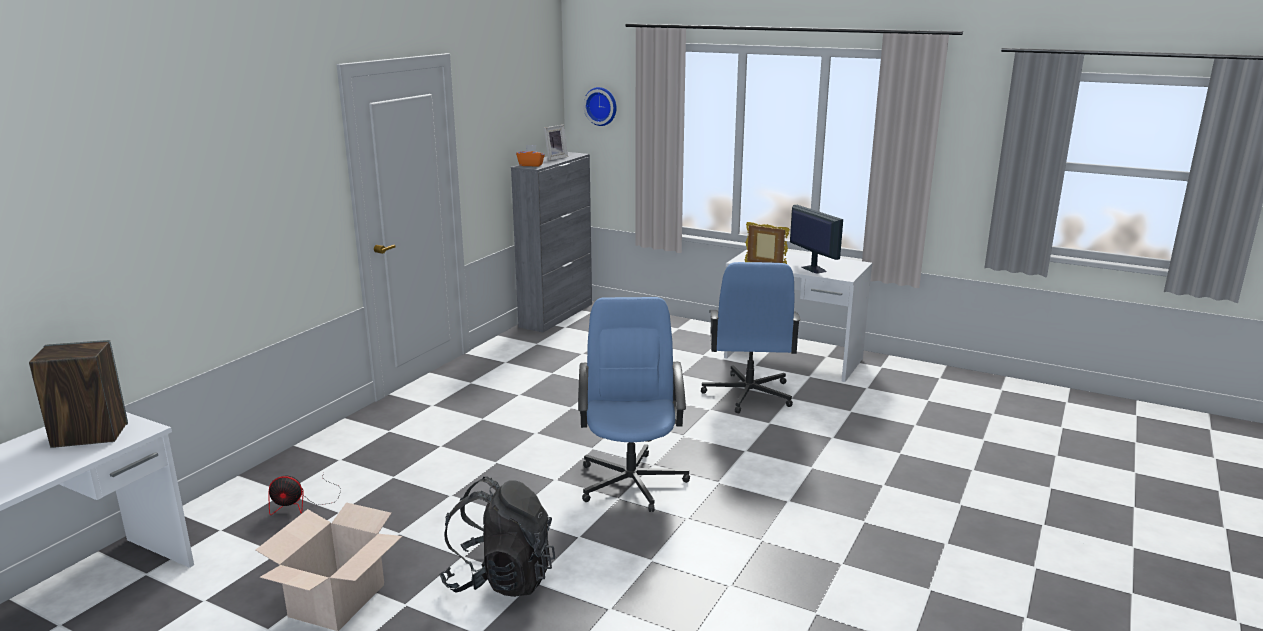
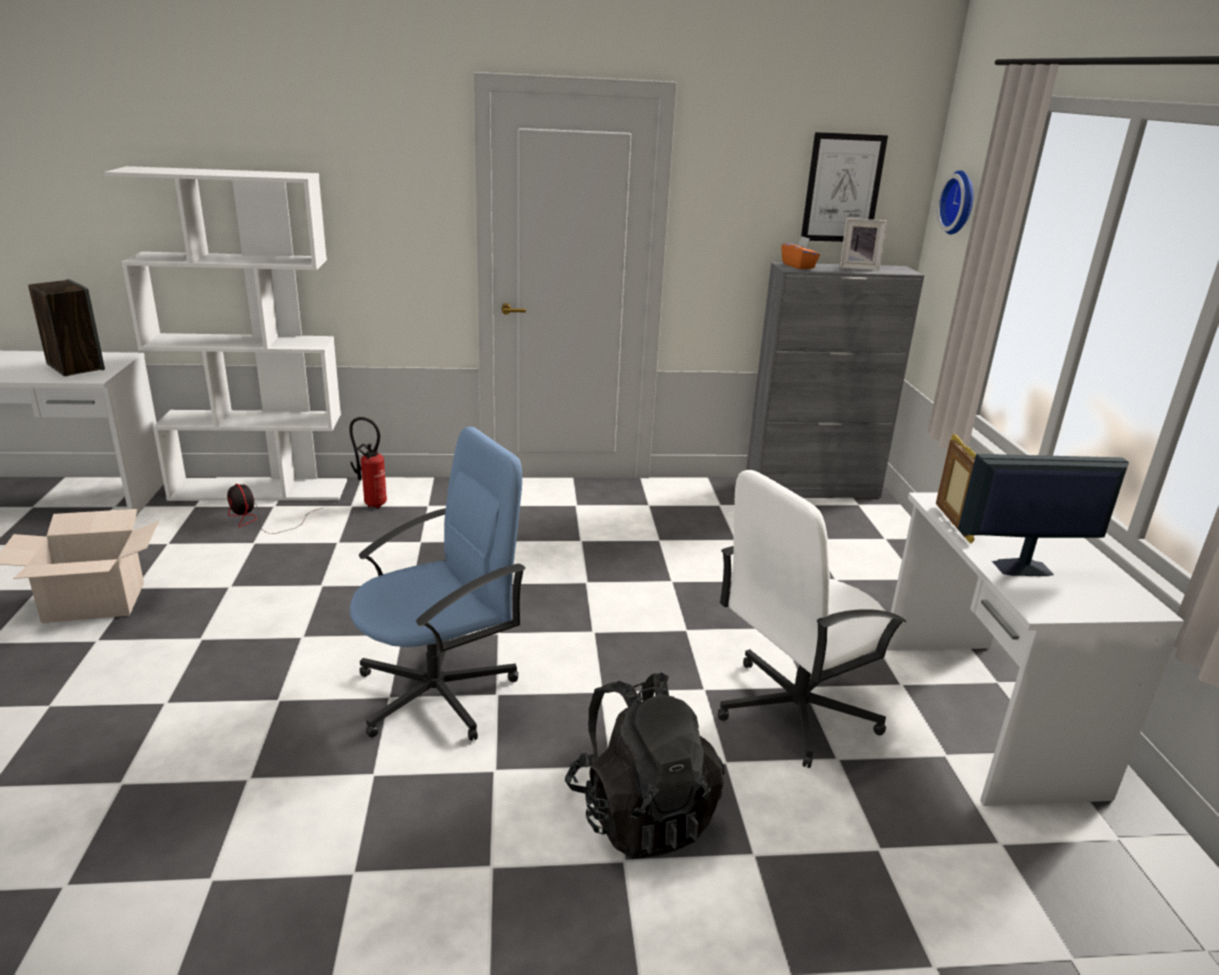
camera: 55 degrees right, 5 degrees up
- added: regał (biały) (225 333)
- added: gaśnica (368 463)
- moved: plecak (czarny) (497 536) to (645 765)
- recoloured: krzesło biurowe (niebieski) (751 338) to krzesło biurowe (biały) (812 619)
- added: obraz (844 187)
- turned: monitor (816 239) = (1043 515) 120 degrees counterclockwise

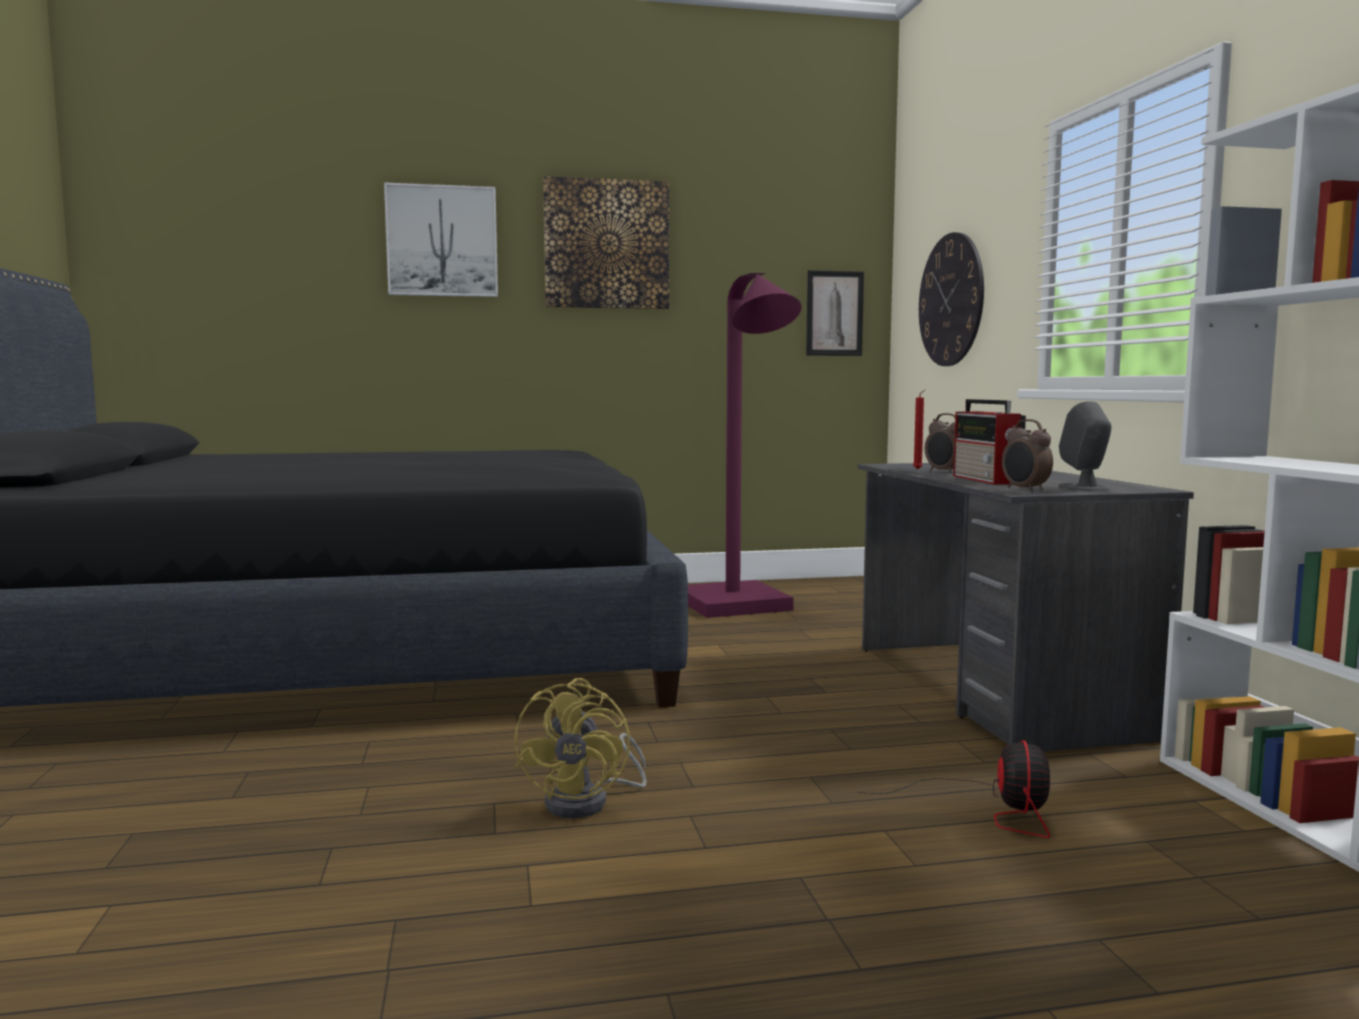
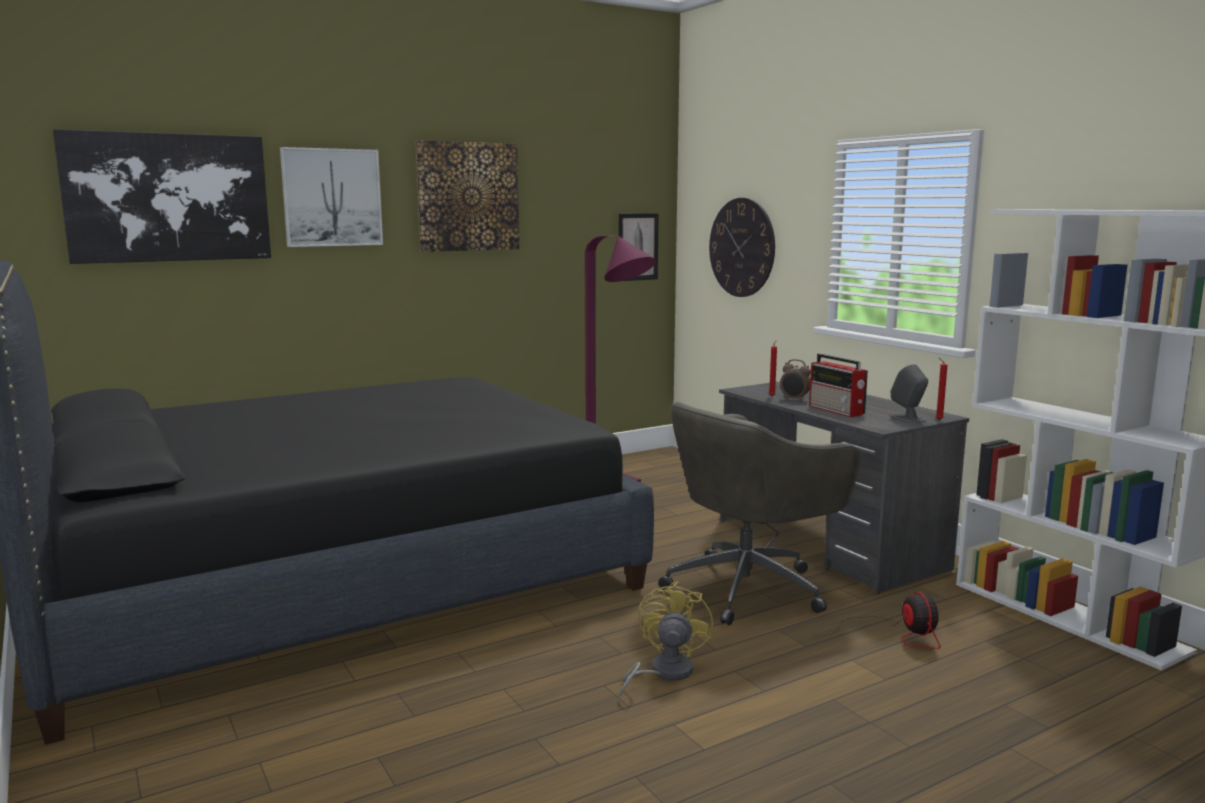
camera: 20 degrees left, 5 degrees up
- added: obraz (162 196)
- turned: wentylator (żółty) (581 748) = (666 639) 150 degrees counterclockwise
- added: krzesło biurowe (szary) (759 513)
- added: świeca (czerwony) (941 388)
- removed: budzik (1027 455)

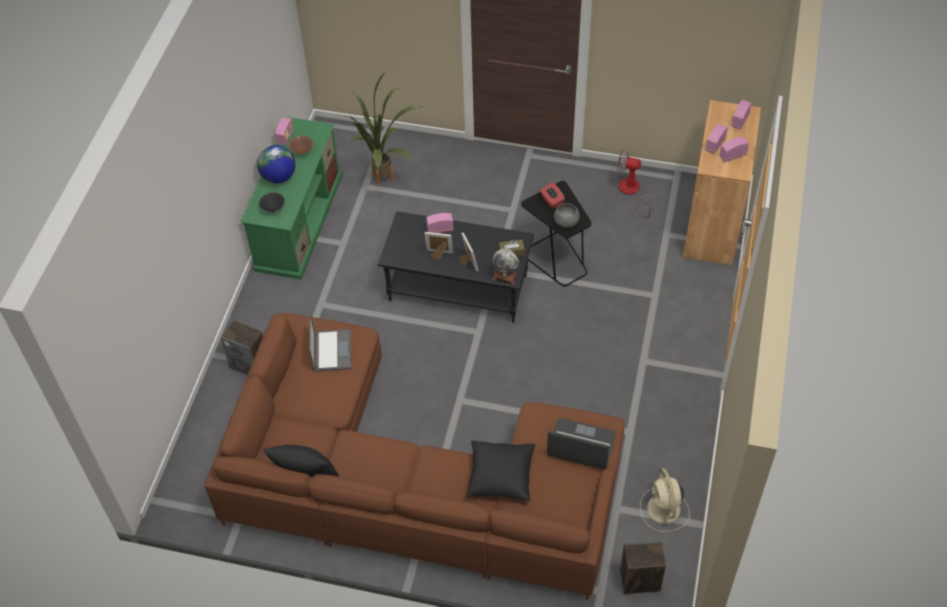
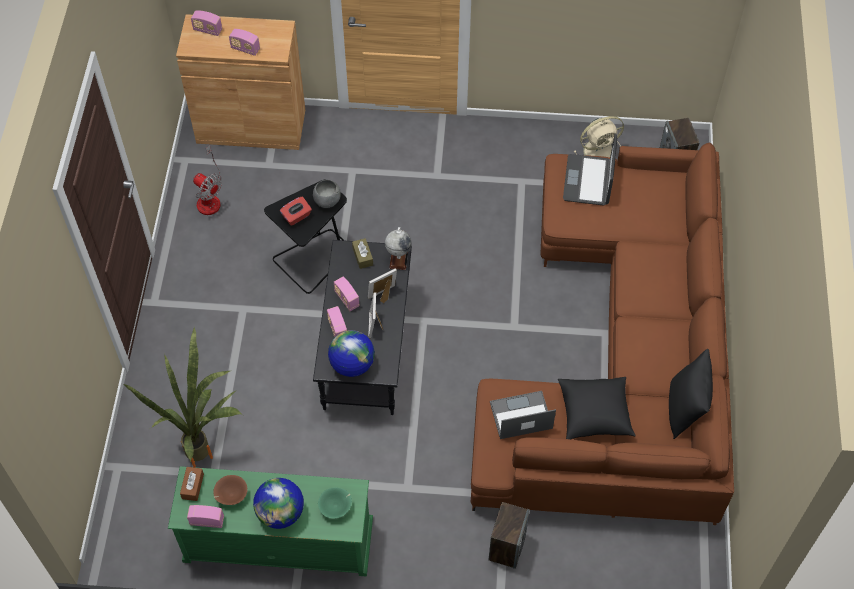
camera: 100 degrees left, 5 degrees up
- added: pudełko chusteczek (brązowy) (192 484)
- turned: wentylator (636 183) = (207 180) 60 degrees counterclockwise
- recoloured: miska (czarny) (272 202) to miska (zielony) (335 503)
- added: globus (351 353)
- moved: radio (734 149) to (346 294)
- moved: poduszka (czarny) (500 470) to (596 408)

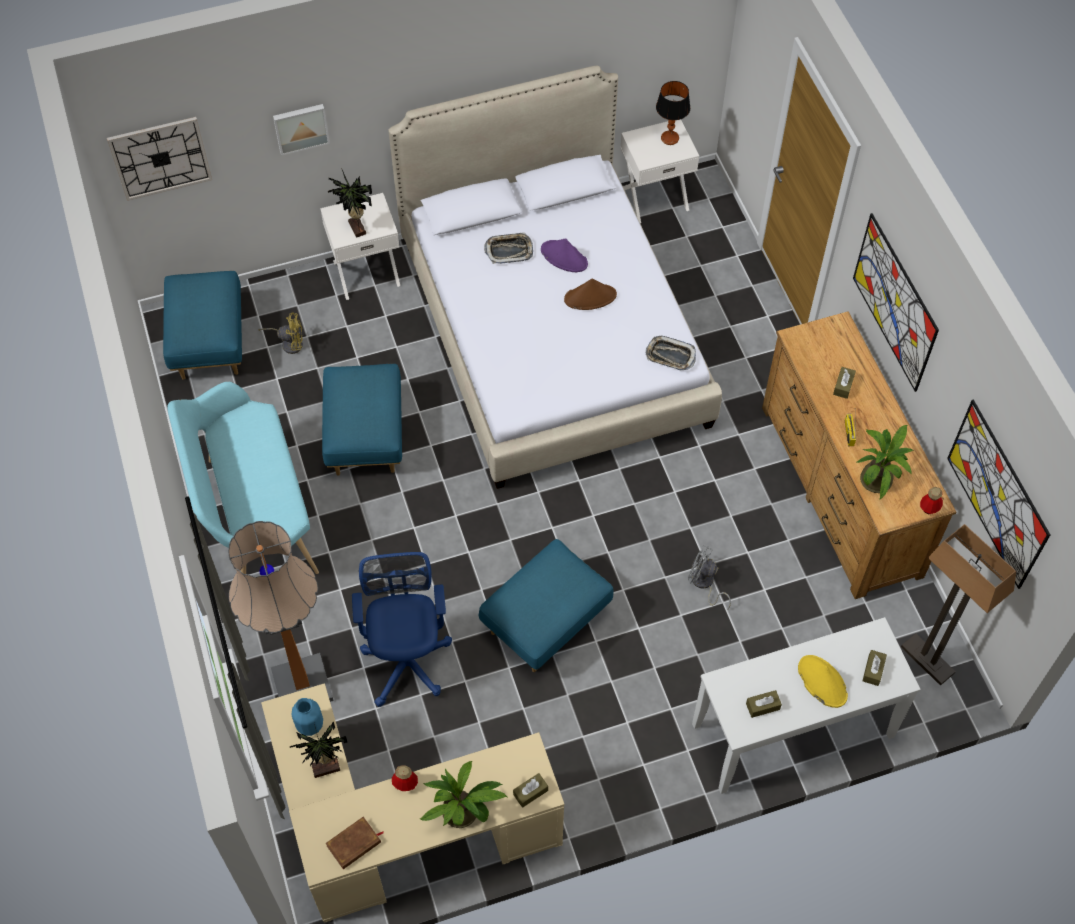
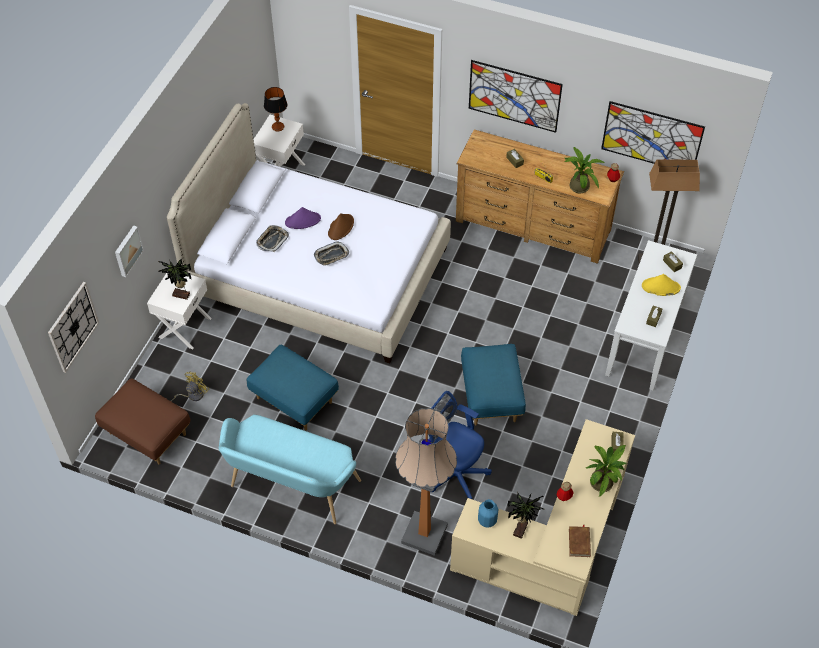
camera: 50 degrees left, 5 degrees down
- recoloured: pufa (niebieski) (202 325) to pufa (brązowy) (142 421)
- moved: taca (670 353) to (331 253)
- removed: wentylator (szary) (709 577)

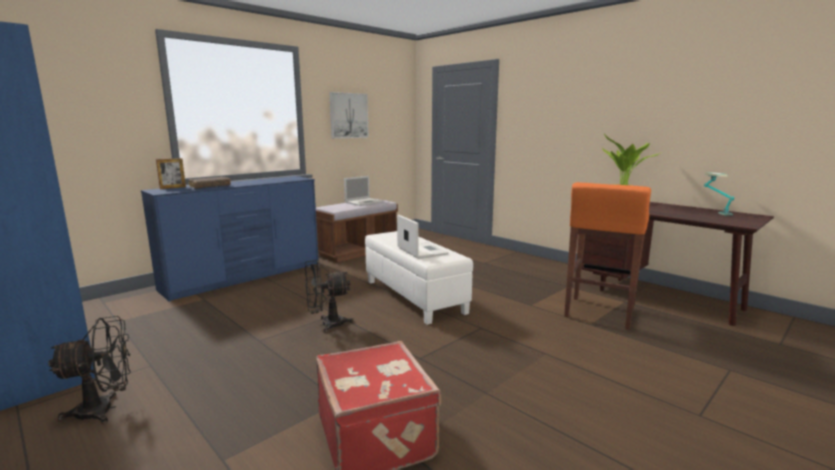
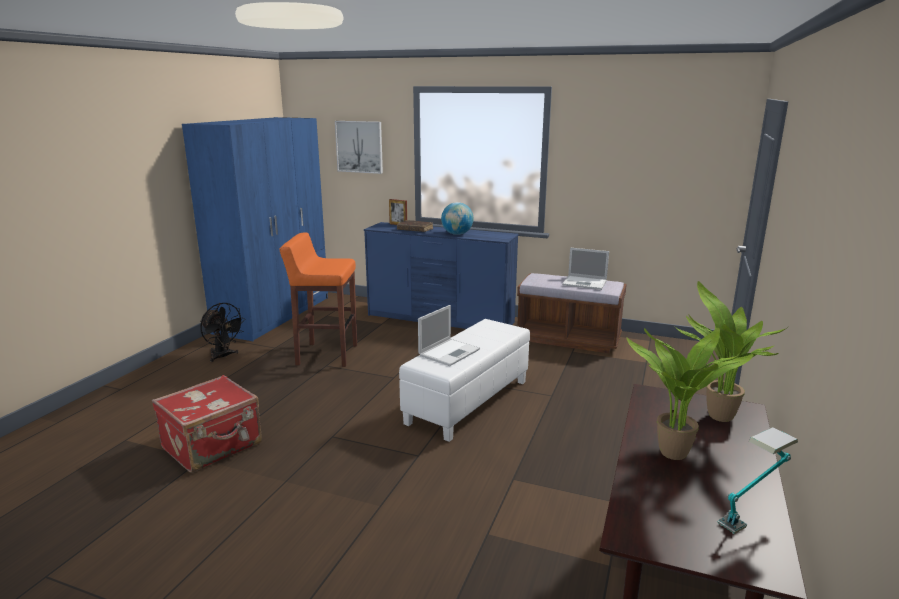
camera: 65 degrees right, 5 degrees up
- moved: stołek (pomarańczowy) (607 255) to (318 299)
- moved: obraz (349 115) to (359 147)
- added: globus (457 218)
- added: roślina doniczkowa (689 394)
- removed: wentylator (czarny) (329 296)

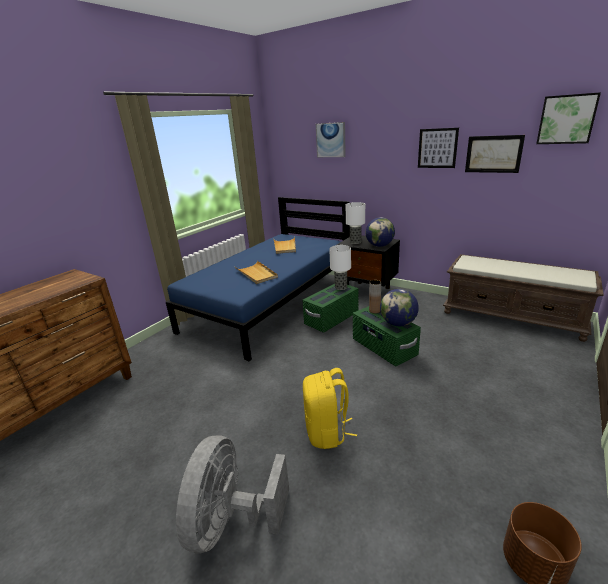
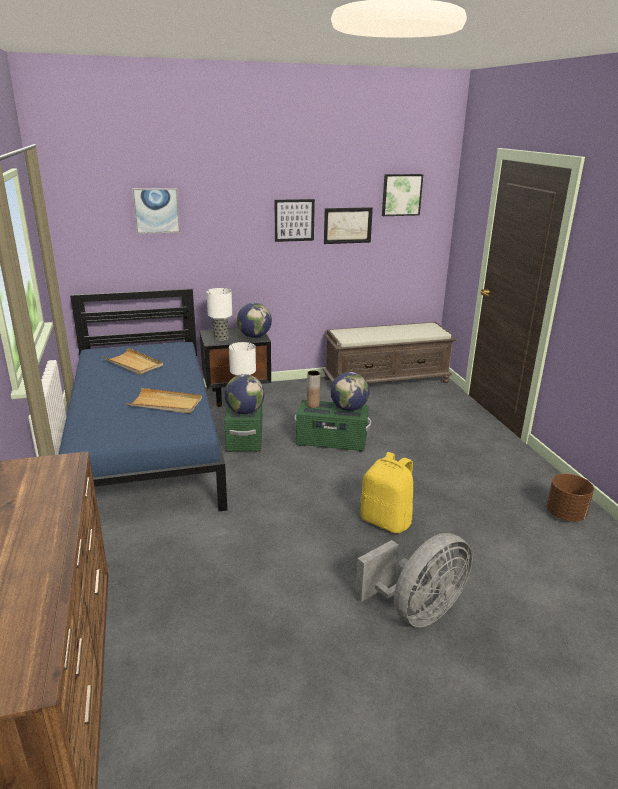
camera: 50 degrees left, 0 degrees up
- added: globus (244 394)
- turned: wentylator (szary) (232 494) = (414 580) 90 degrees counterclockwise

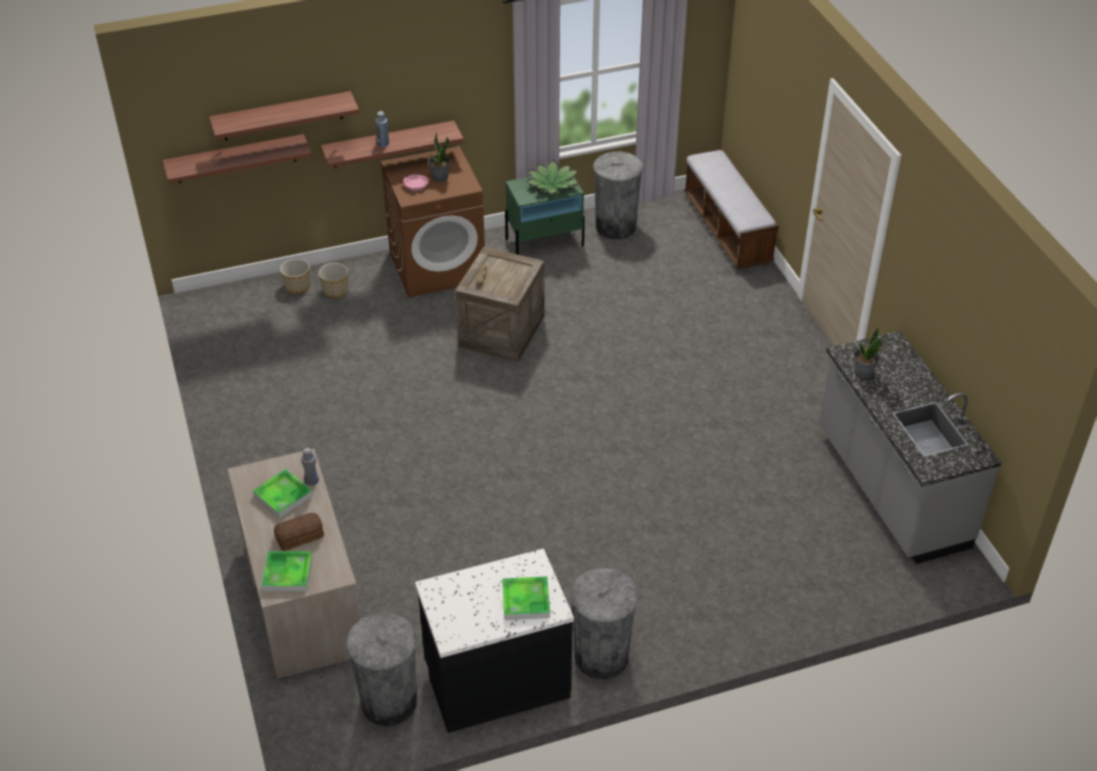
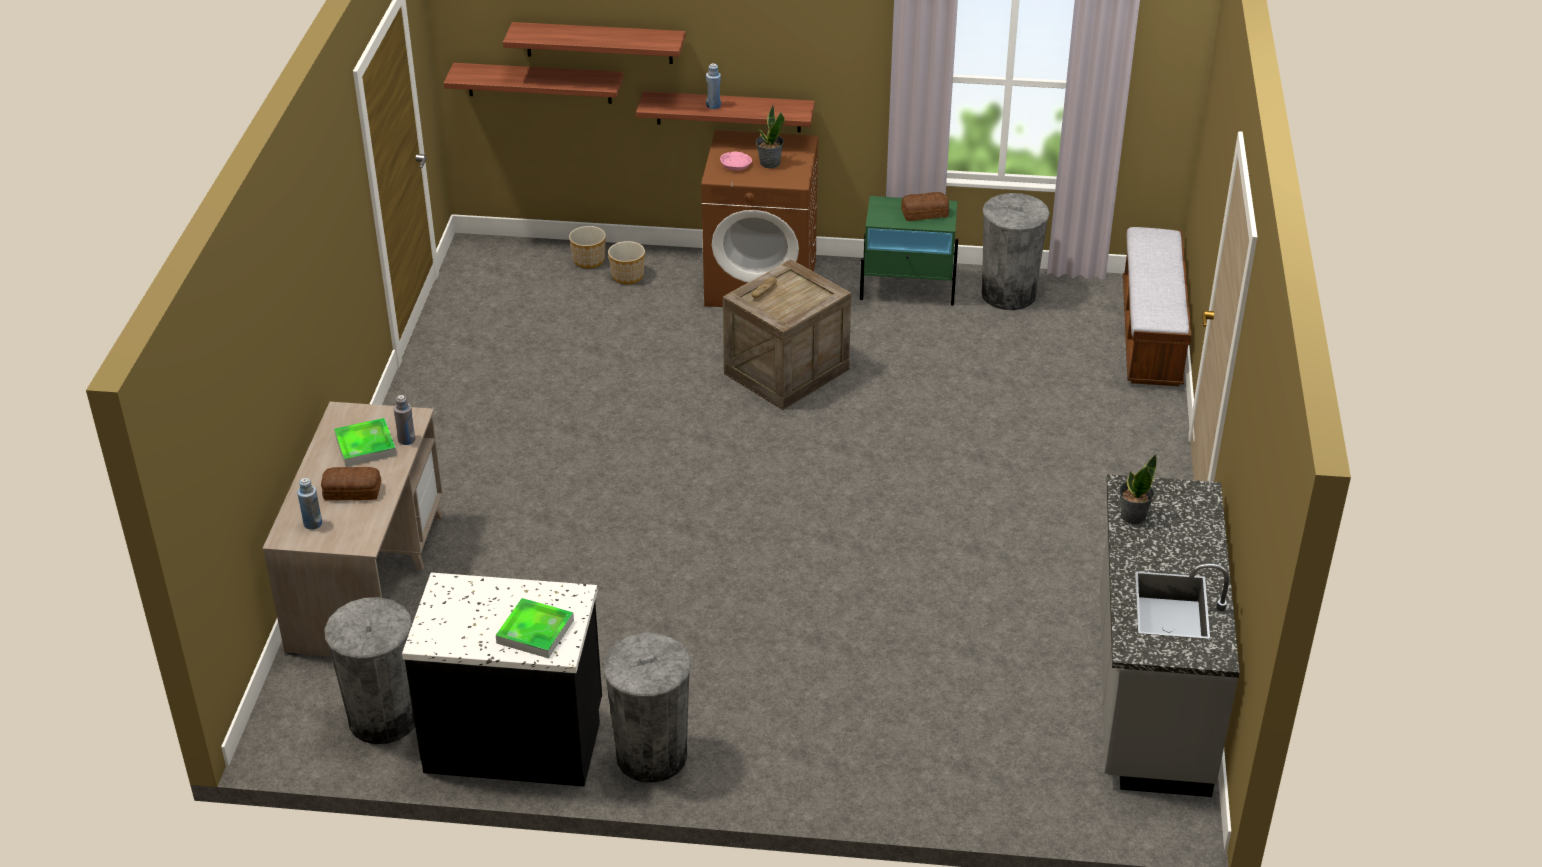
camera: 25 degrees right, 5 degrees down
- replaced: taca (287 571) to butelka (niebieski) (309 504)
- replaced: roślina doniczkowa (552 177) to chleb (925 206)

